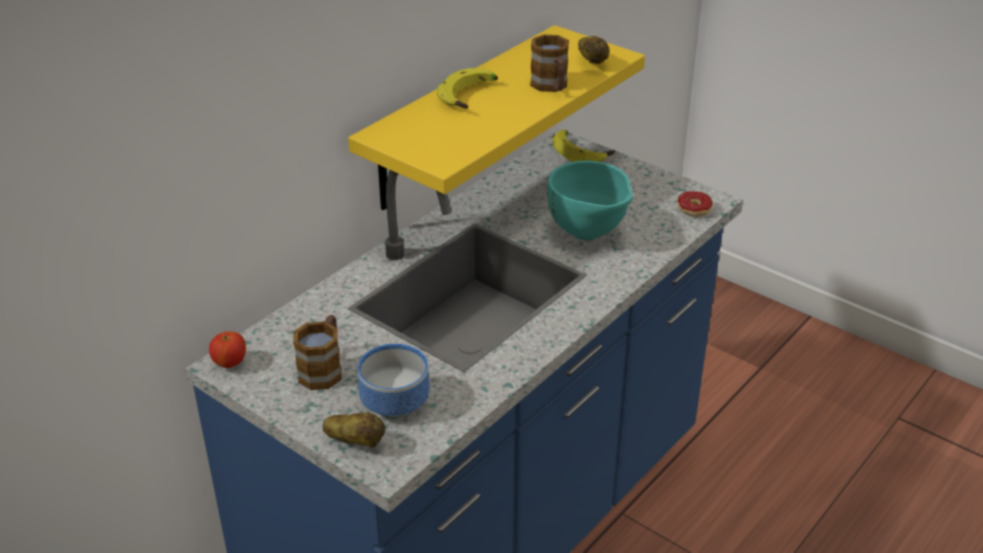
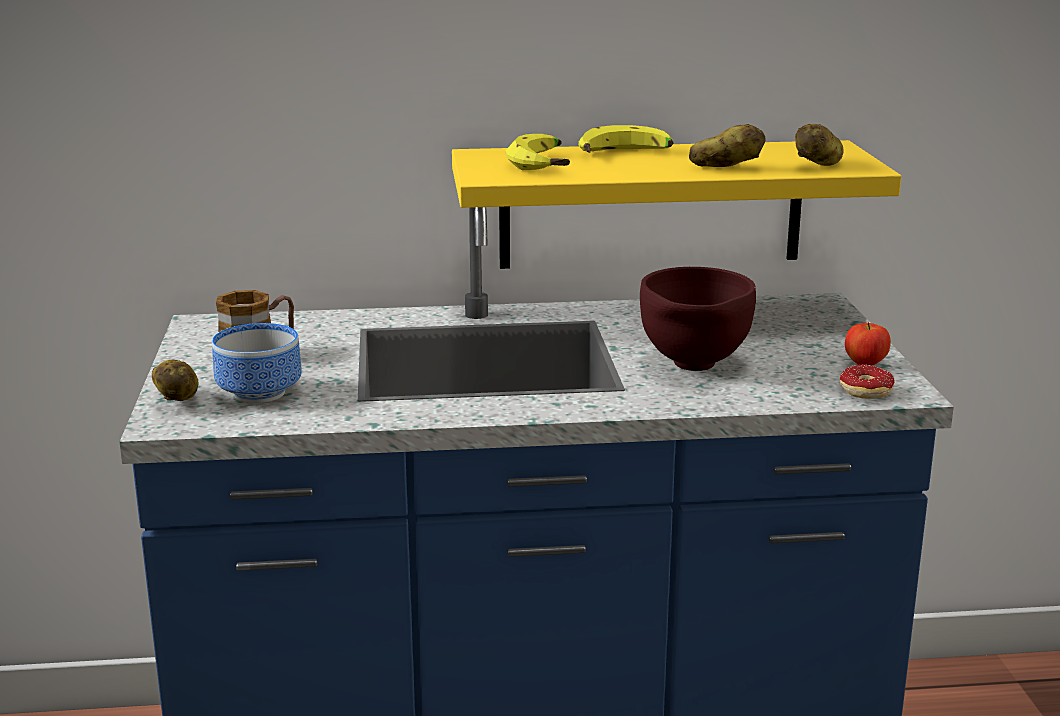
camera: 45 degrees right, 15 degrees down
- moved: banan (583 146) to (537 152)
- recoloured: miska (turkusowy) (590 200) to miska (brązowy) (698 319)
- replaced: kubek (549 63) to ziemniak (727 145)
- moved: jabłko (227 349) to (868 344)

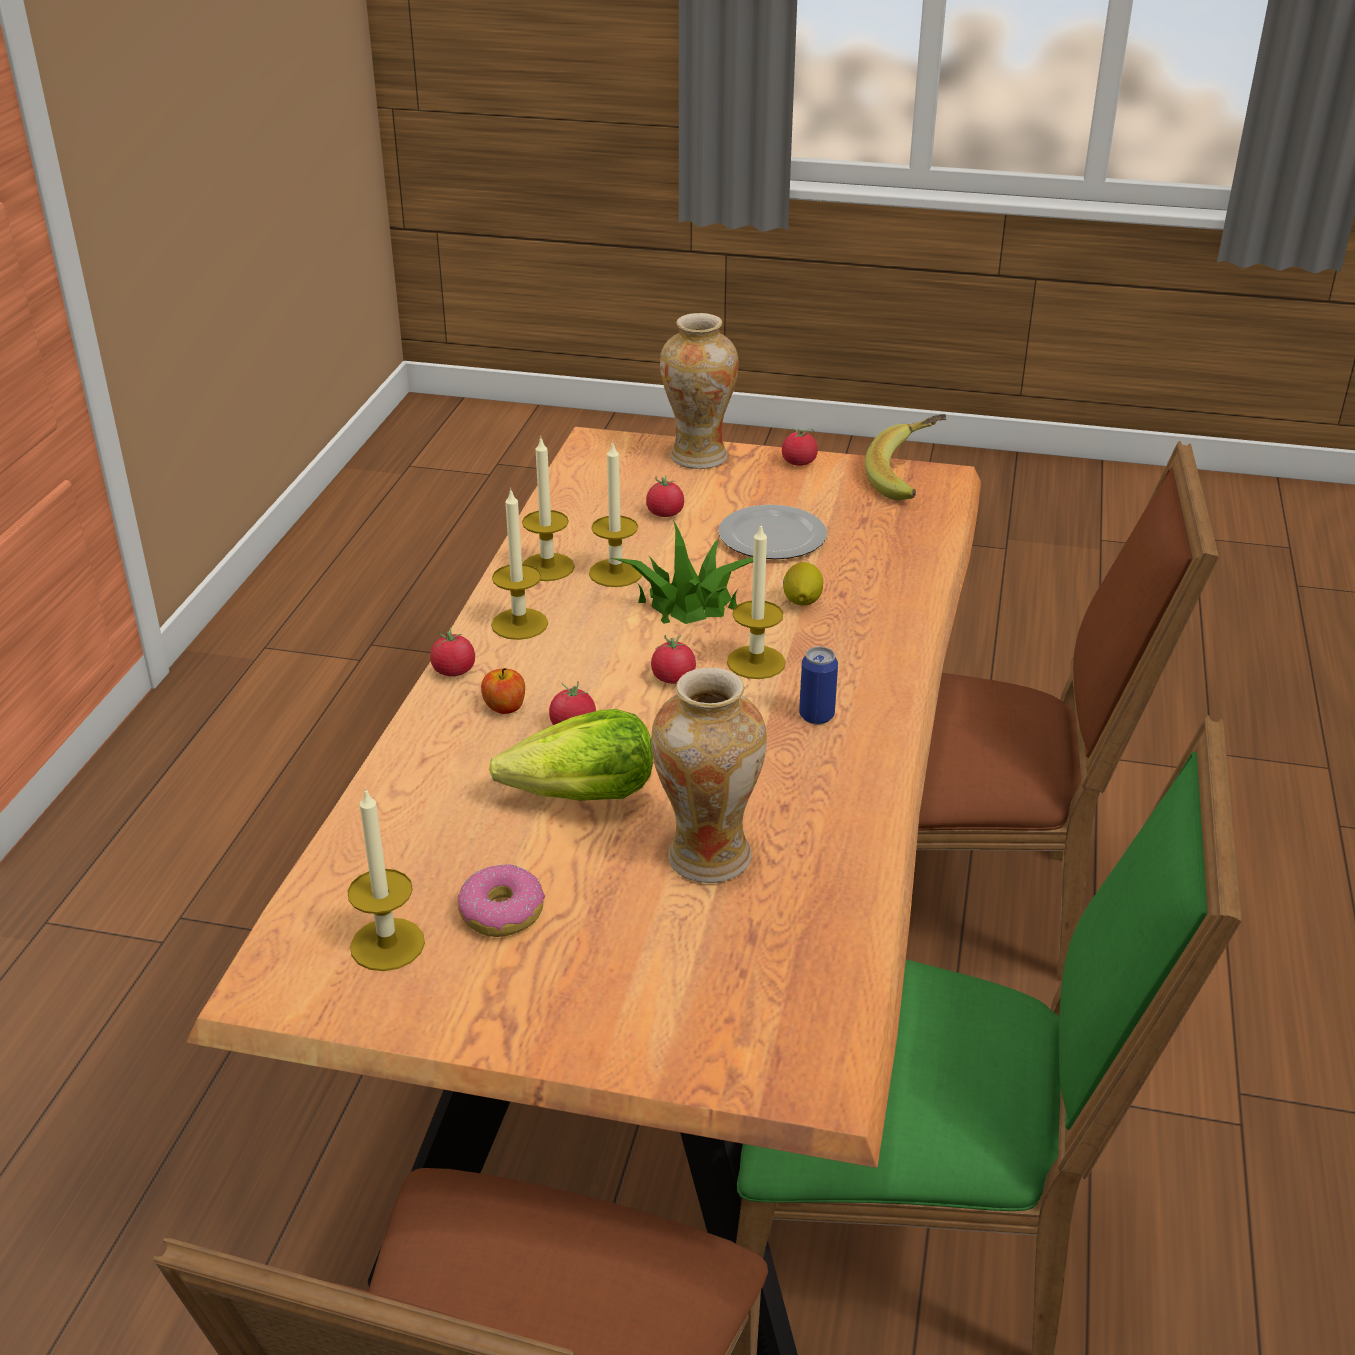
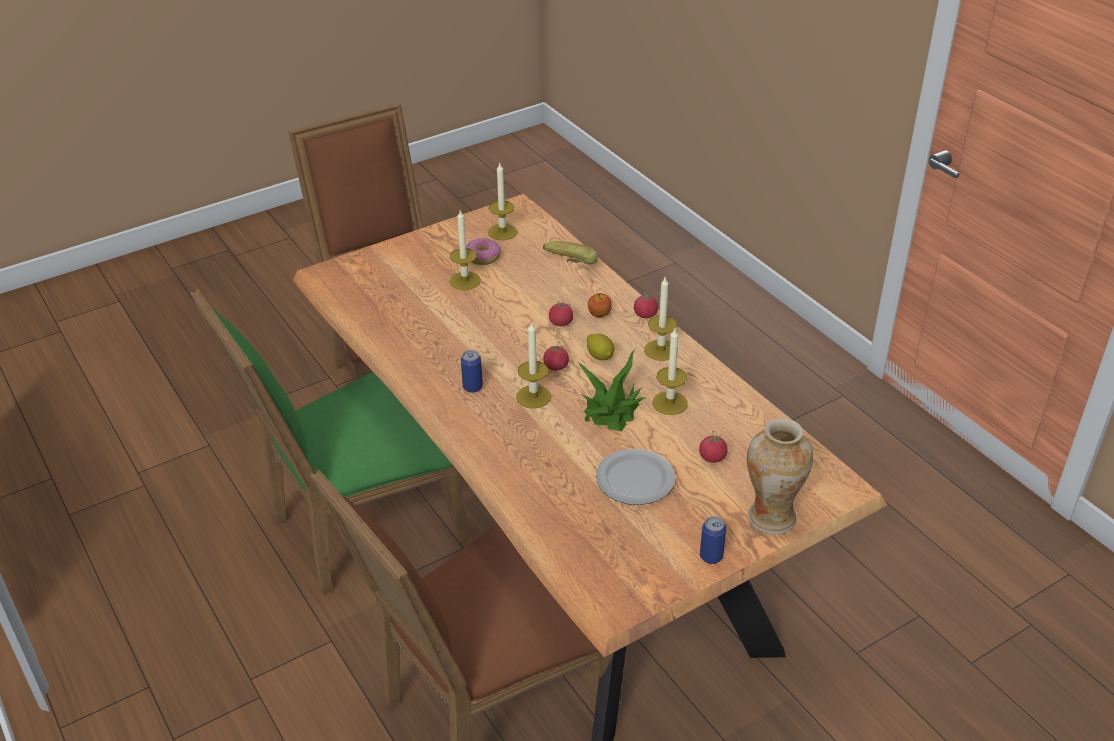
camera: 135 degrees right, 5 degrees up
- moved: świeca (548 508) to (465 250)
- moved: banan (905 457) to (570 252)
- moved: cytryna (803 584) to (600 347)
- replaced: pomidor (800 447) to puszka (713 540)
- removed: sałata (571 755)
- removed: wazon (709 775)

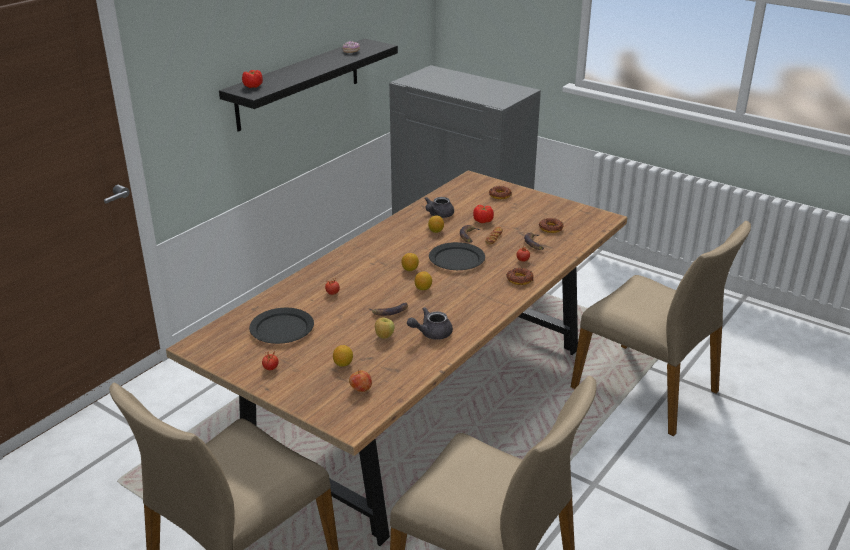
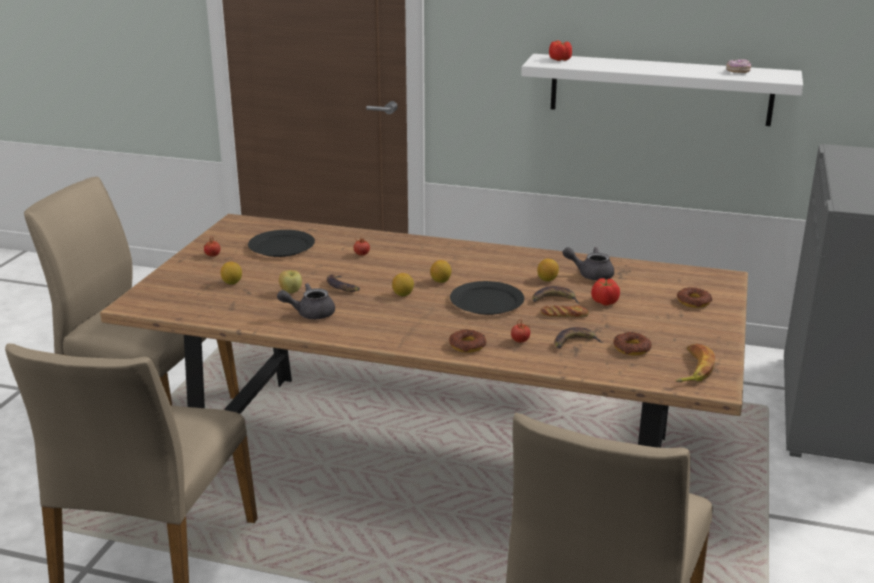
camera: 70 degrees right, 5 degrees down
- turned: imbryk (szary) (430 323) = (306 301) 60 degrees counterclockwise
- recoloured: półka (czarny) (308 85) to półka (biały) (662 90)
- added: banan (695 363)
- removed: jabłko (360 380)

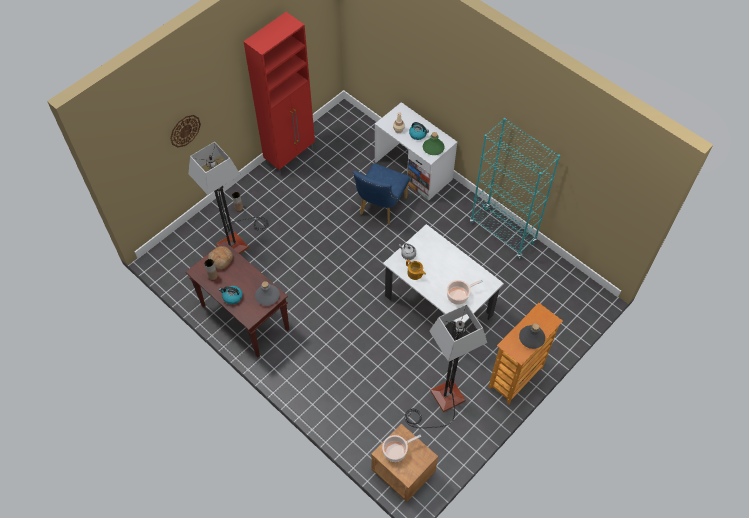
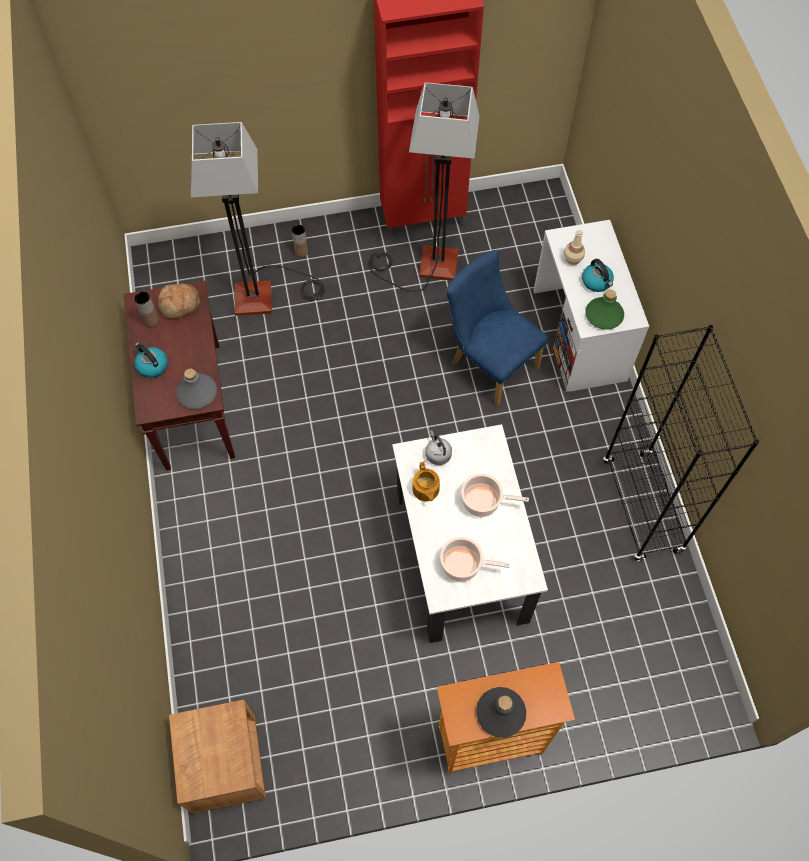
camera: 35 degrees right, 5 degrees up
- moved: lampa stojąca (446 366) to (424 187)
- turned: krzesło (niebieski) (381 194) = (497 328) 75 degrees clockwise
- moved: garnek (401 448) to (495 495)
- recoloured: regał (turkusowy) (515 188) to regał (czarny) (681 443)
- removed: zegar ścienny (185 131)

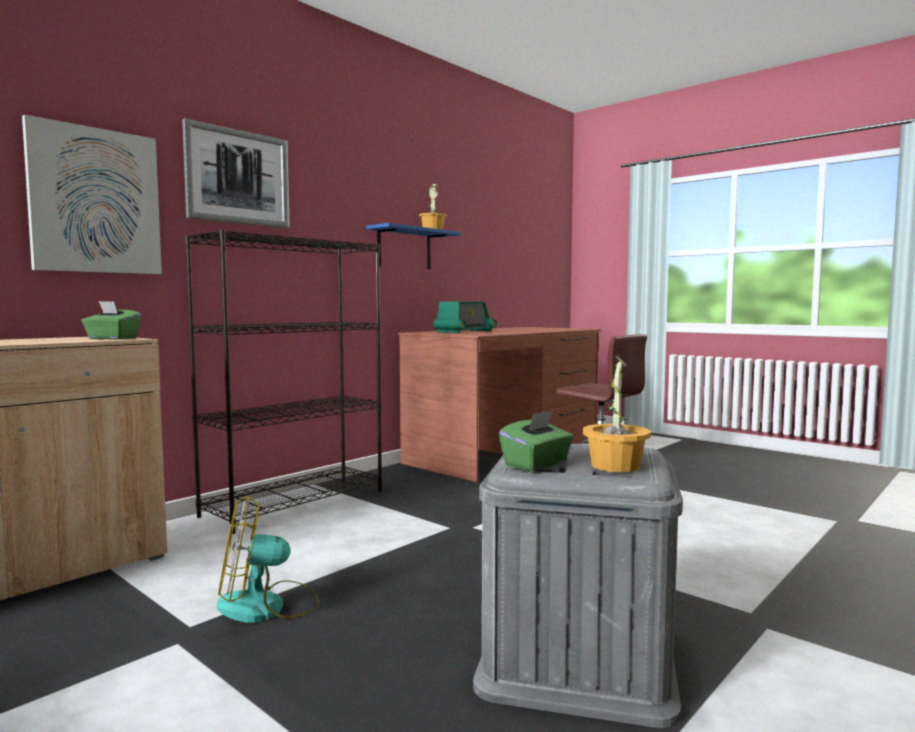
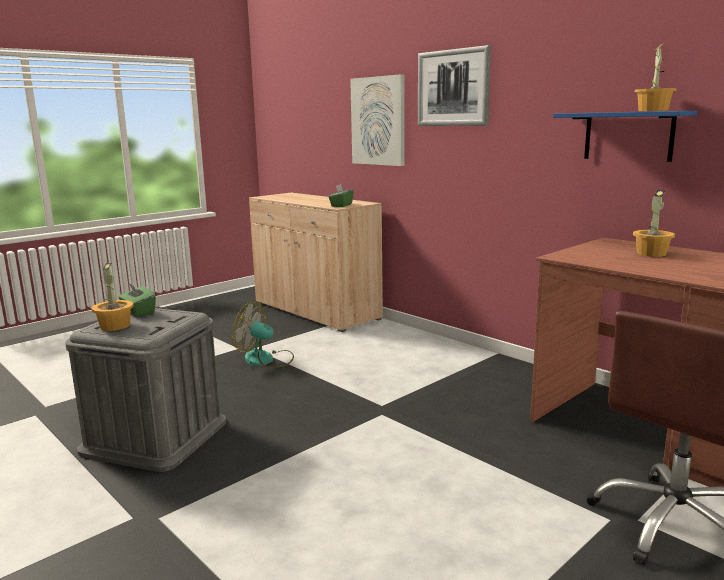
camera: 95 degrees right, 10 degrees up
- turned: wentylator (268 559) = (263 334) 60 degrees counterclockwise
- replaced: radio (465 317) to roślina doniczkowa (654 223)
- removed: regał (czarny) (283 382)

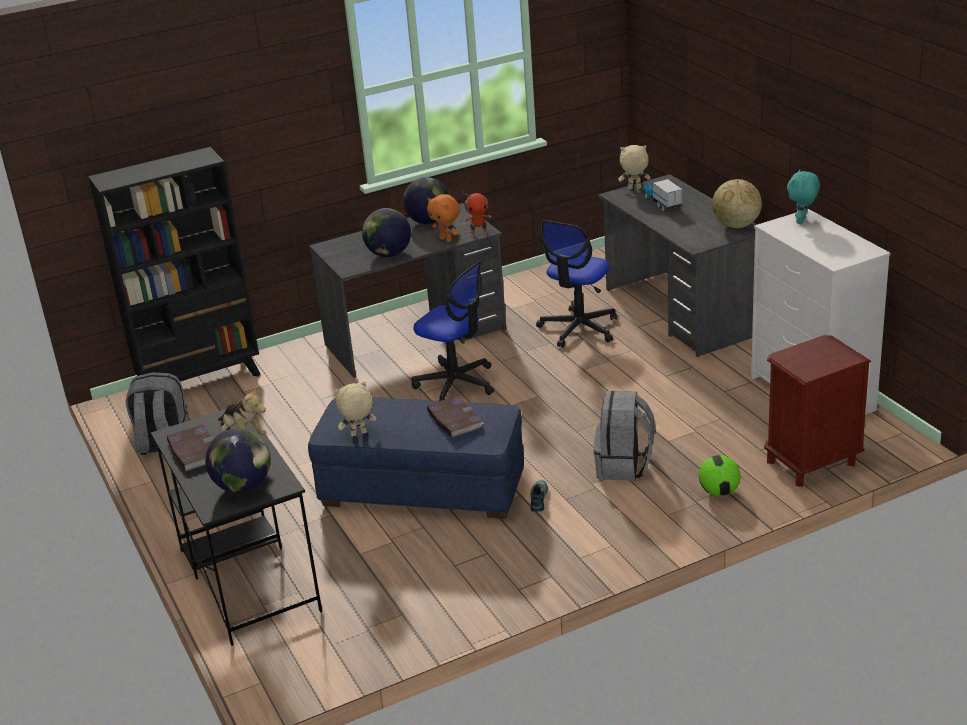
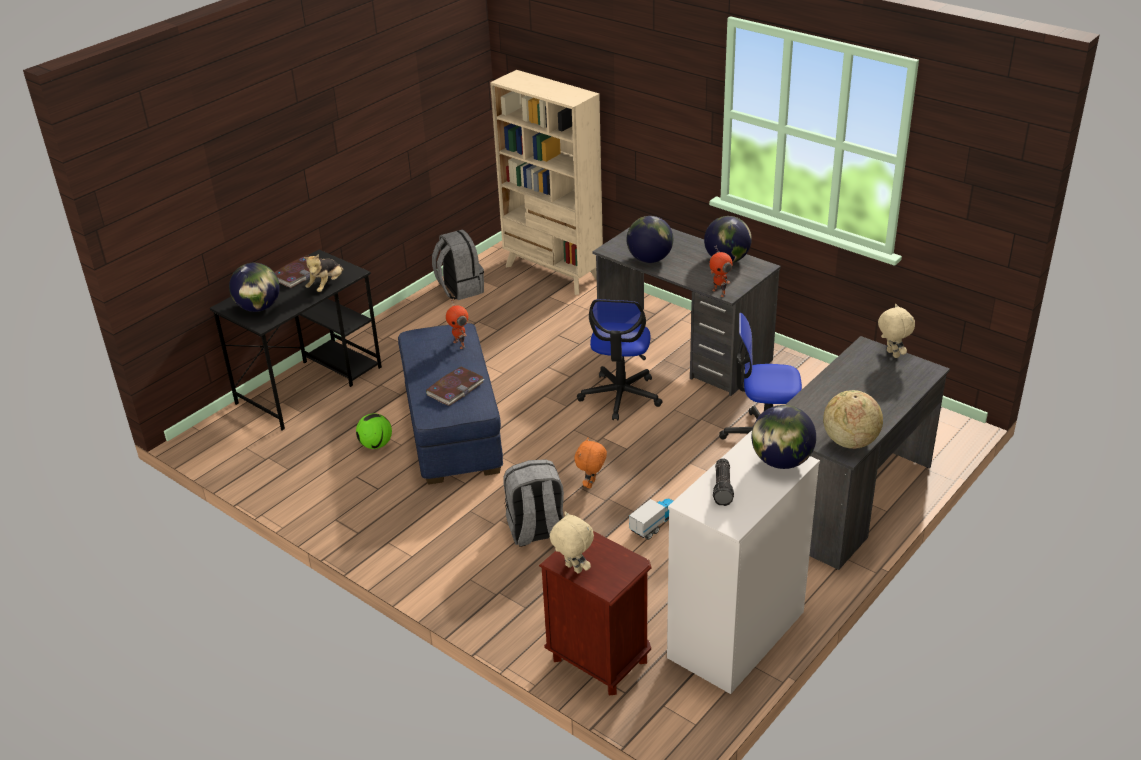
camera: 65 degrees right, 5 degrees up
- moved: piłka futbolowa (719 475) to (374 431)
- added: robot zabawkowy (457 323)
- recoloured: regał (czarny) (174 264) to regał (beżowy) (546 182)
- moved: pluszak (beżowy) (355 409) to (572 543)
- moved: pluszak (pomarańczowy) (443 218) to (590 463)
- moved: ciężarówka zabawkowa (663 195) to (651 519)
- added: latarka (723 482)
- replaced: pluszak (turkusowy) (803 196) to globus (784 437)
- removed: but (539 496)

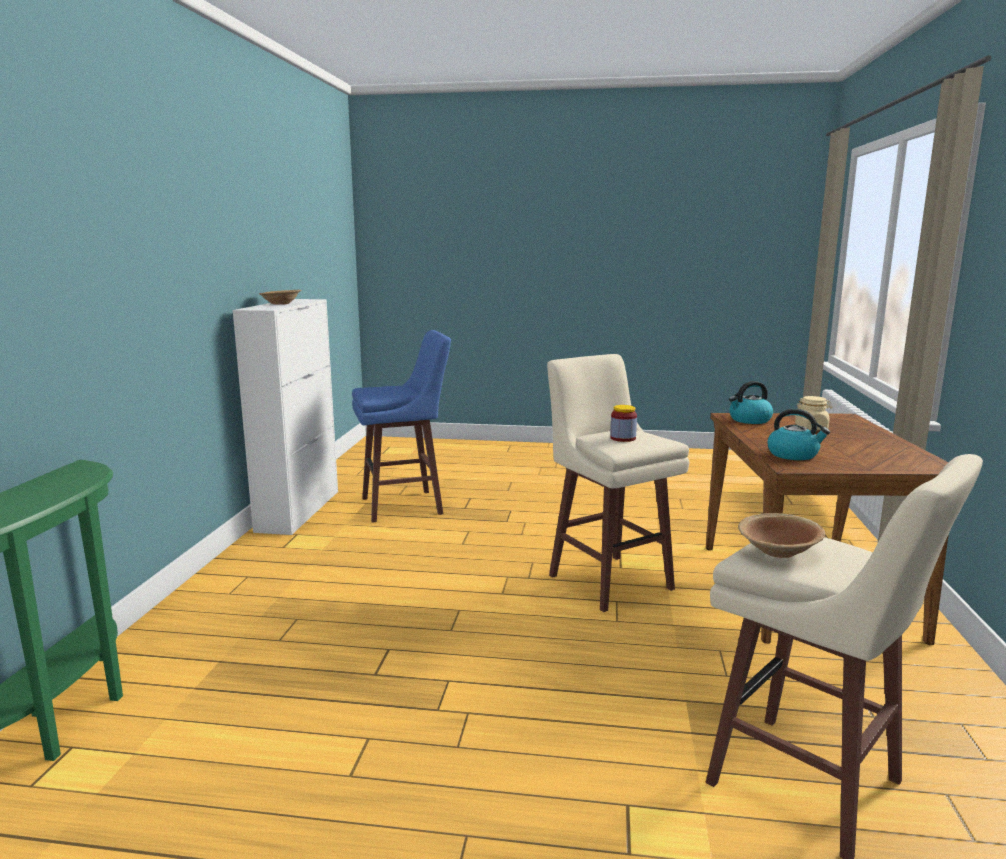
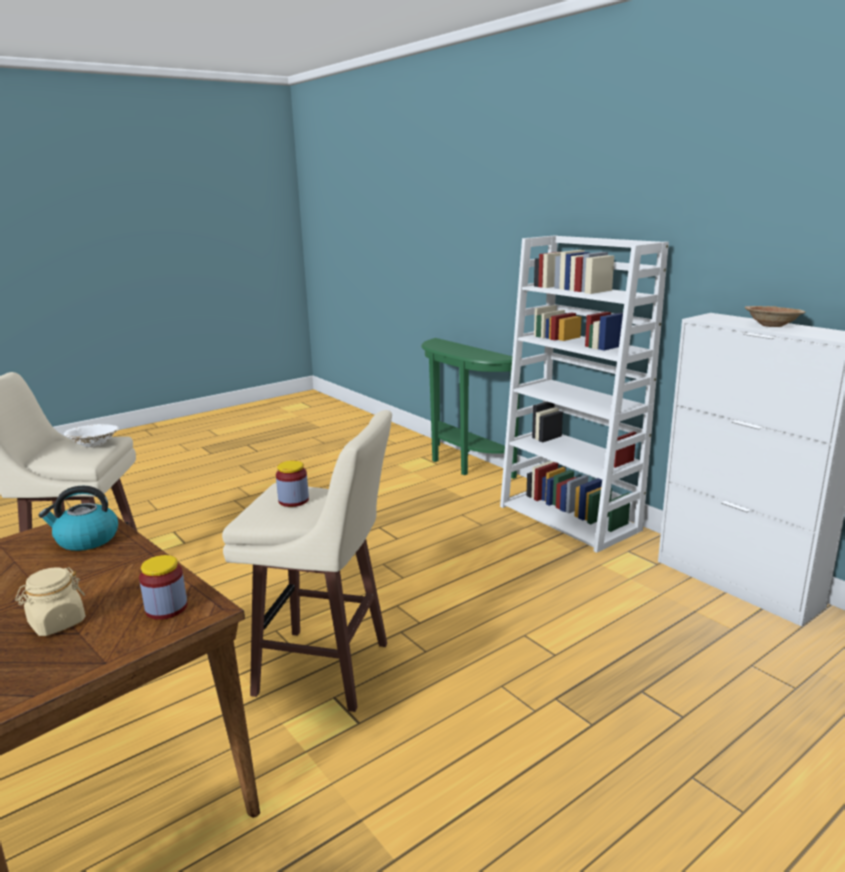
camera: 135 degrees right, 5 degrees up
- recoloured: miska (brązowy) (781 535) to miska (biały) (91 435)
- replaced: czajnik (751 402) to słoik (163 587)
- added: regał (biały) (584 394)
- removed: stołek (niebieski) (401 426)

